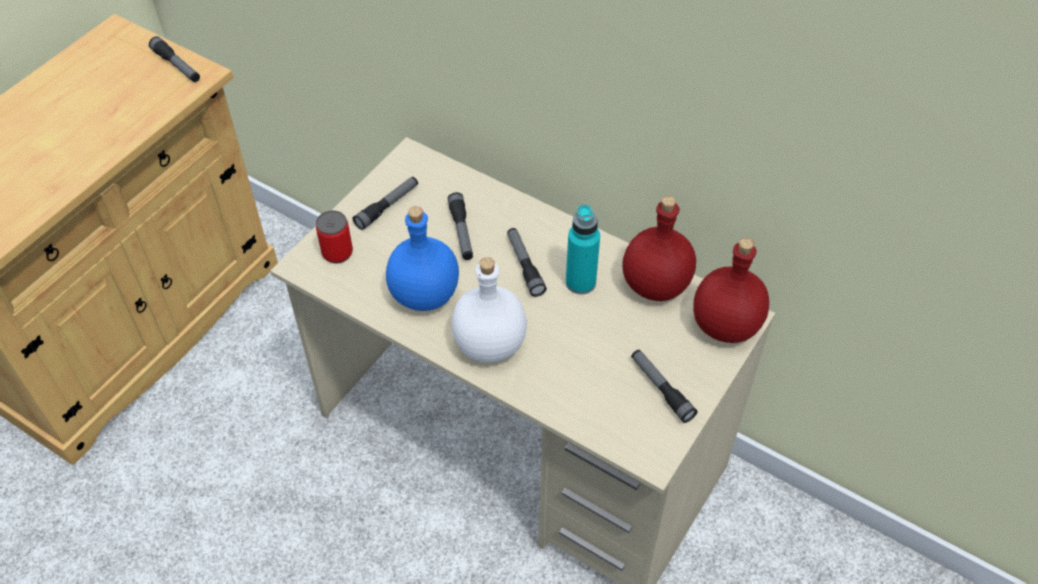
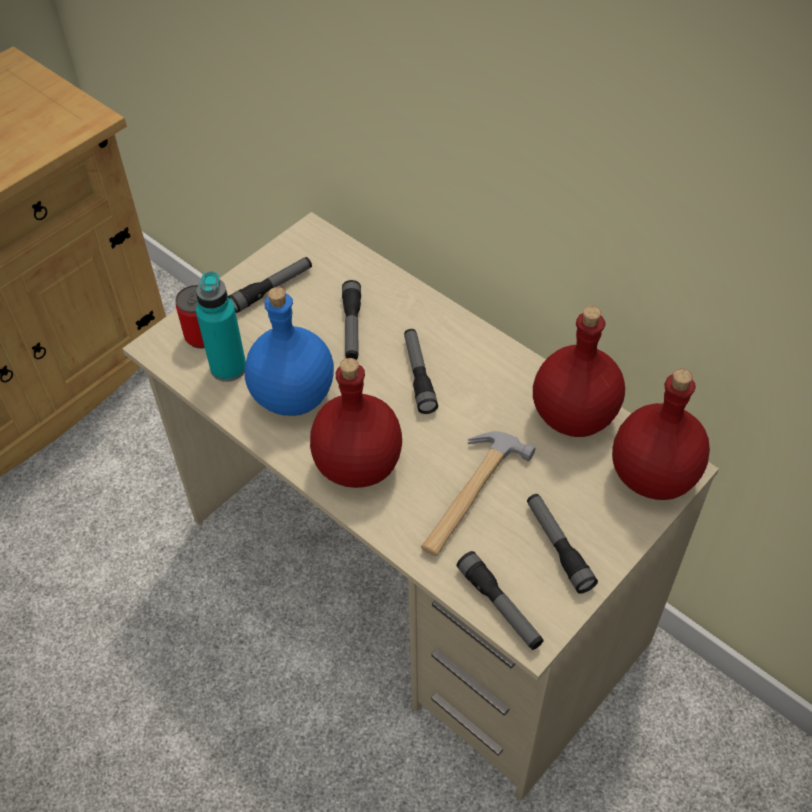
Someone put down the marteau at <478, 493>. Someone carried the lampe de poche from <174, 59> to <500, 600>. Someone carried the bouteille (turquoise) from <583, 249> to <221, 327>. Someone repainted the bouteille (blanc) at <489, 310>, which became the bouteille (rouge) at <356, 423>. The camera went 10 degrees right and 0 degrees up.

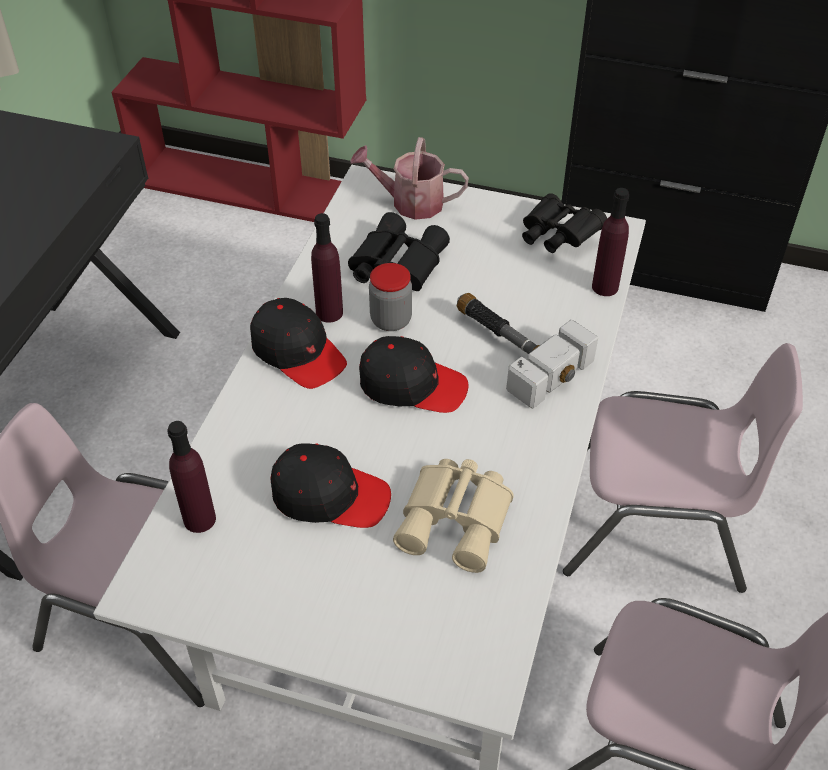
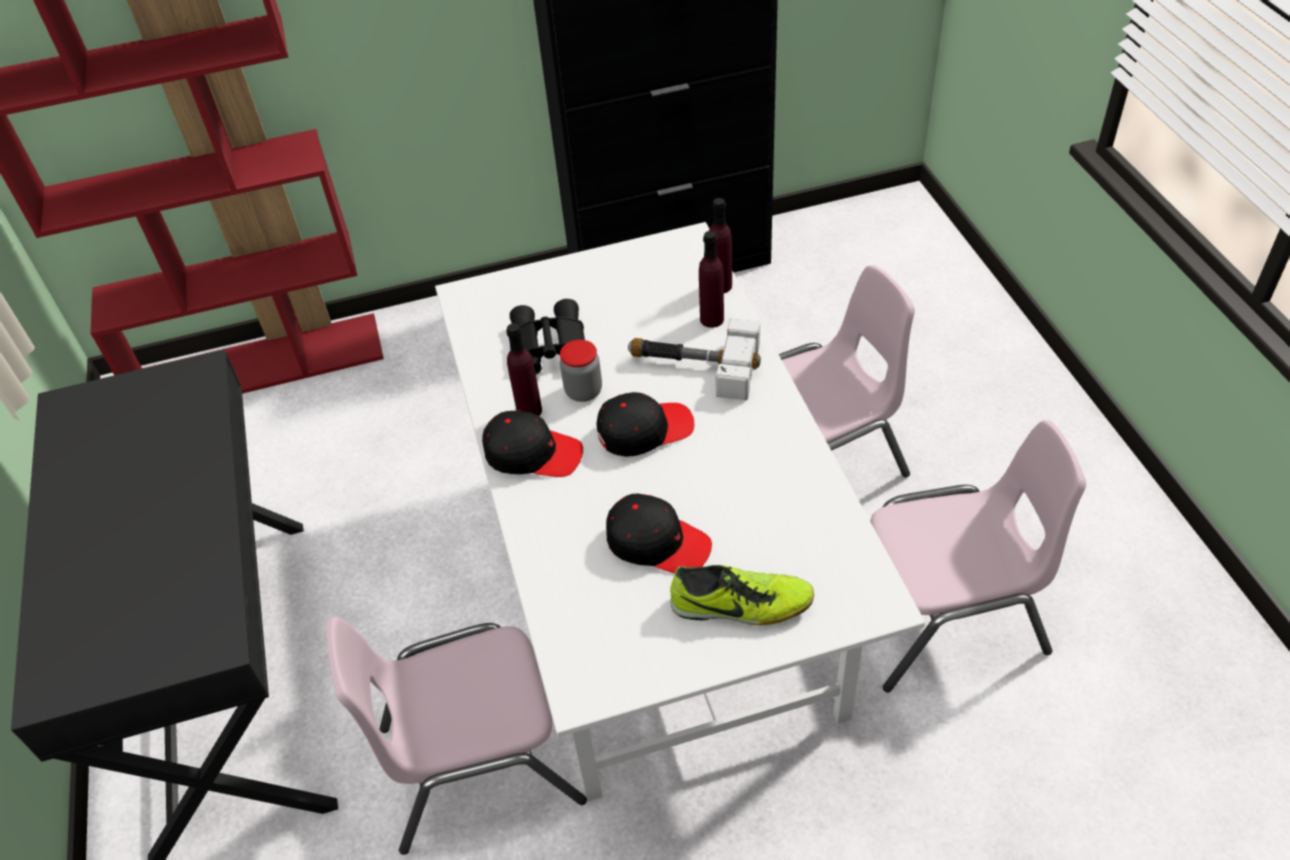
Someone took away the arrosoir at <409, 178>. Someone took away the jumelles (beige) at <453, 516>. Someone took away the jumelles (noir) at <564, 223>. Someone put down the chaussure at <742, 595>. Someone carried the bouteille (violet) from <192, 477> to <711, 279>. Someone rotated the casquette (noir) at <331, 485> by 45 degrees clockwise. The camera went 30 degrees left and 0 degrees up.

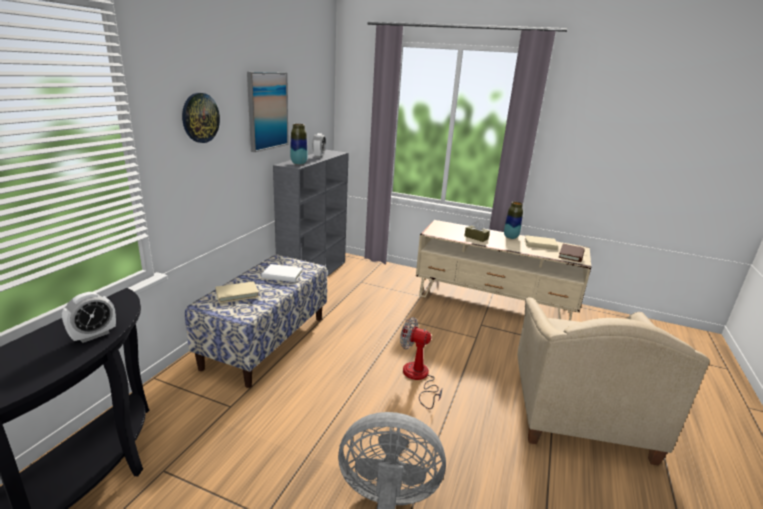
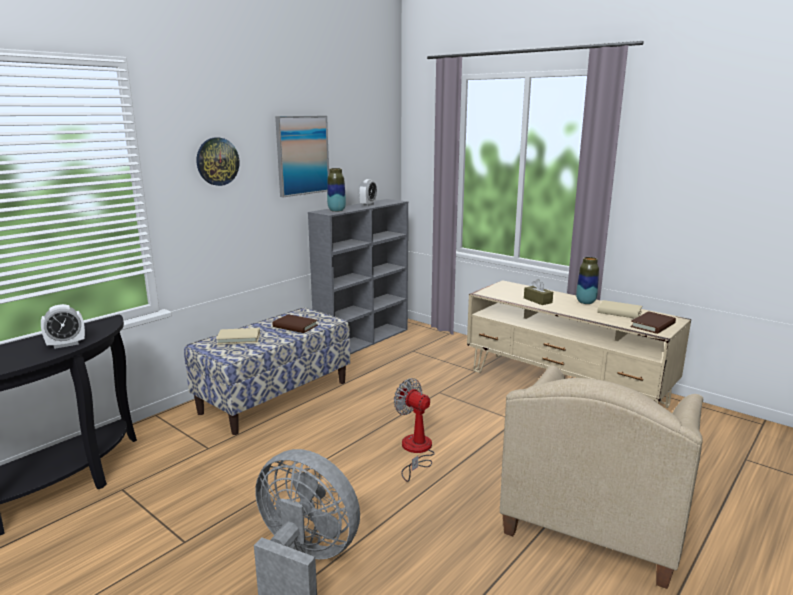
Someone repainted the livre (blanc) at <282, 273>, which became the livre (marron) at <295, 323>. The camera went 20 degrees right and 5 degrees down.

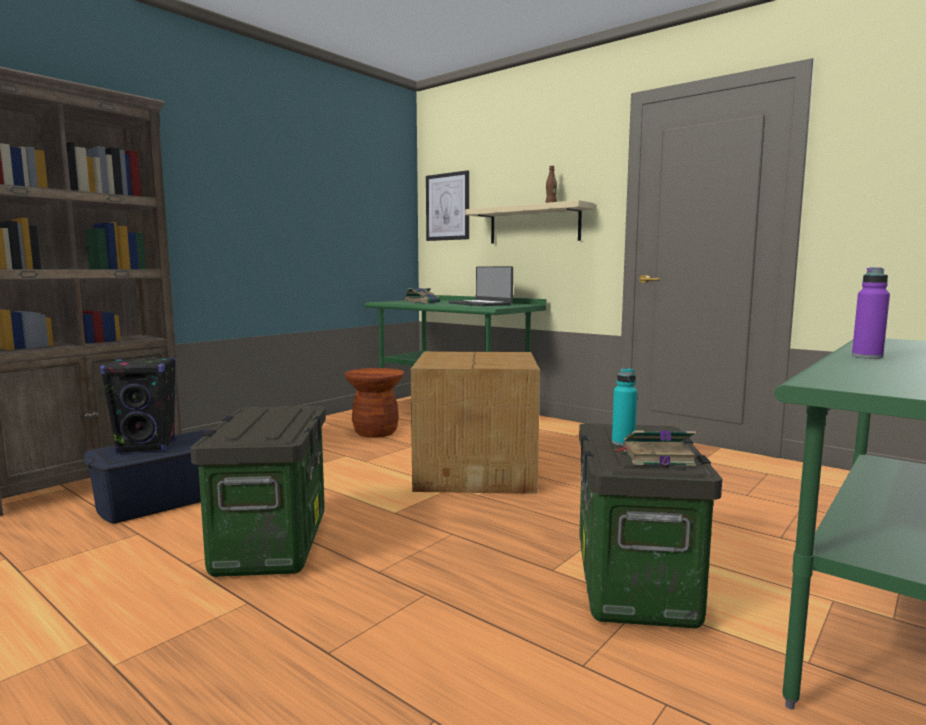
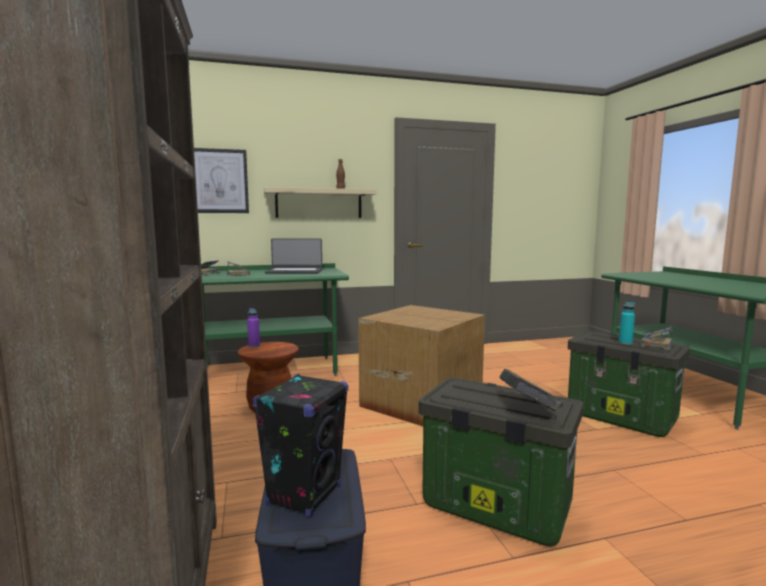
Someone put down the livre at <530, 390>. Someone carried the bouteille (violet) from <871, 313> to <253, 327>. The camera went 55 degrees left and 0 degrees up.

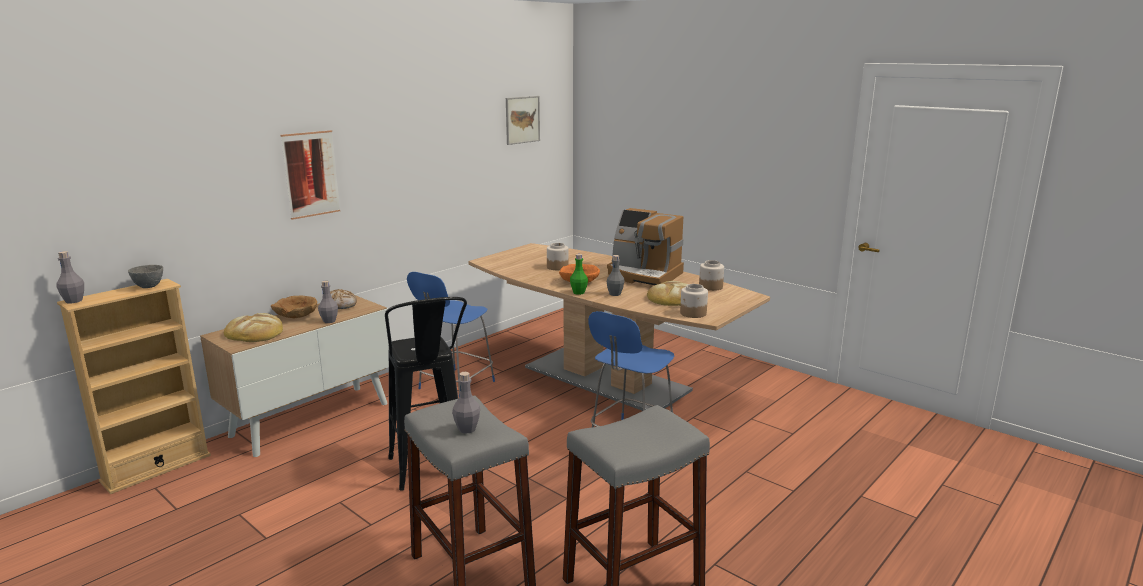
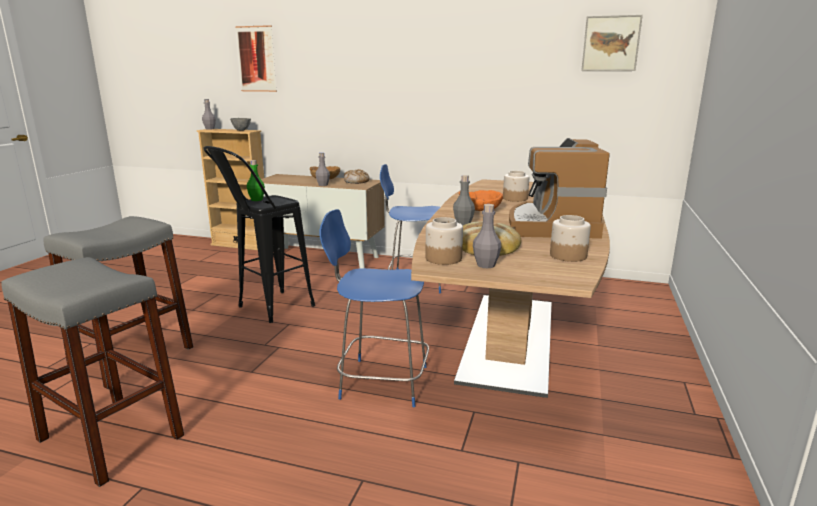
Someone took away the pain at <253, 327>. Someone carried the tableau from <310, 175> to <256, 58>. Someone carried the bouteille (gris) from <466, 403> to <487, 236>. Someone carried the bouteille (vert) from <579, 274> to <256, 180>. The camera went 65 degrees right and 0 degrees up.

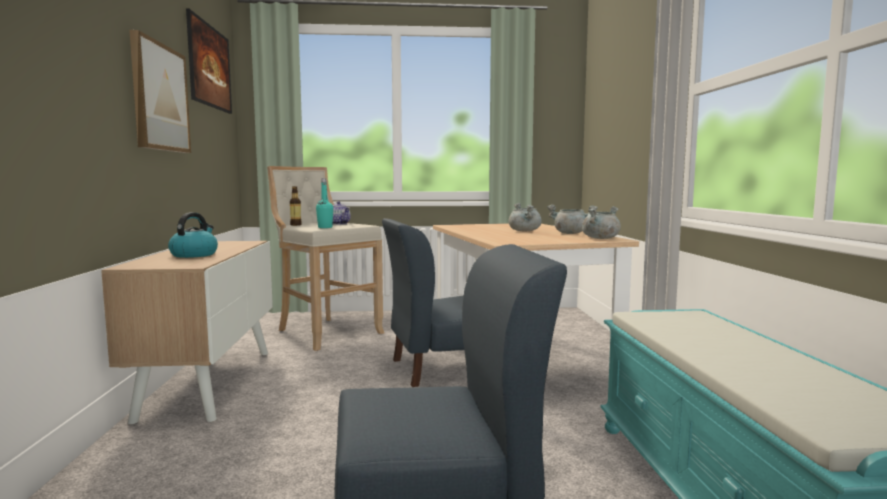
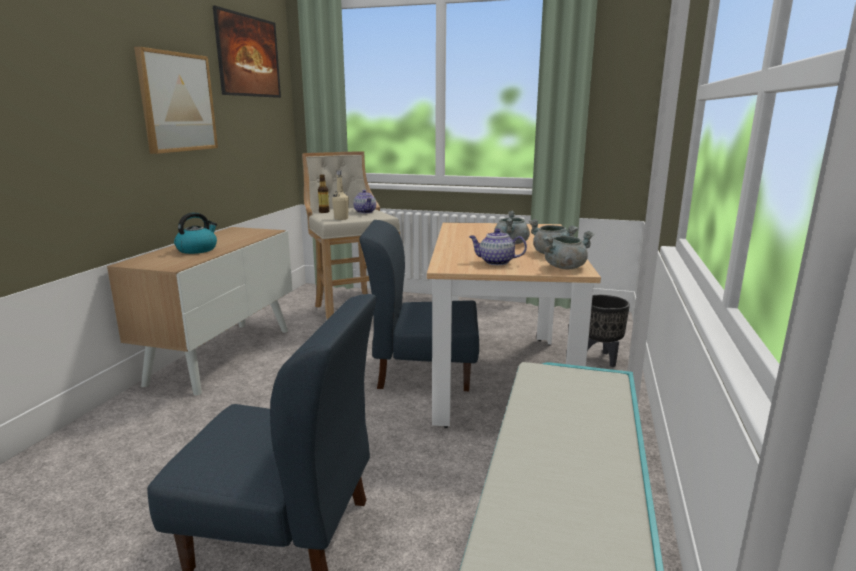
Someone put down the théière at <498, 247>. Someone put down the cache-pot (noir) at <608, 331>. Someone repainted the bouteille (turquoise) at <324, 203>, which became the bouteille (beige) at <340, 195>. The camera went 20 degrees right and 10 degrees up.

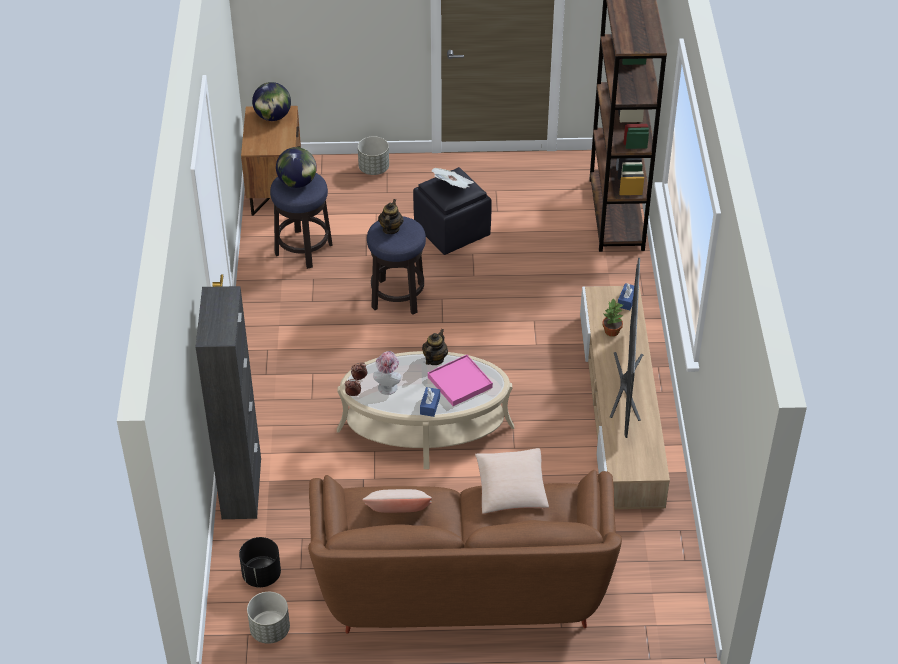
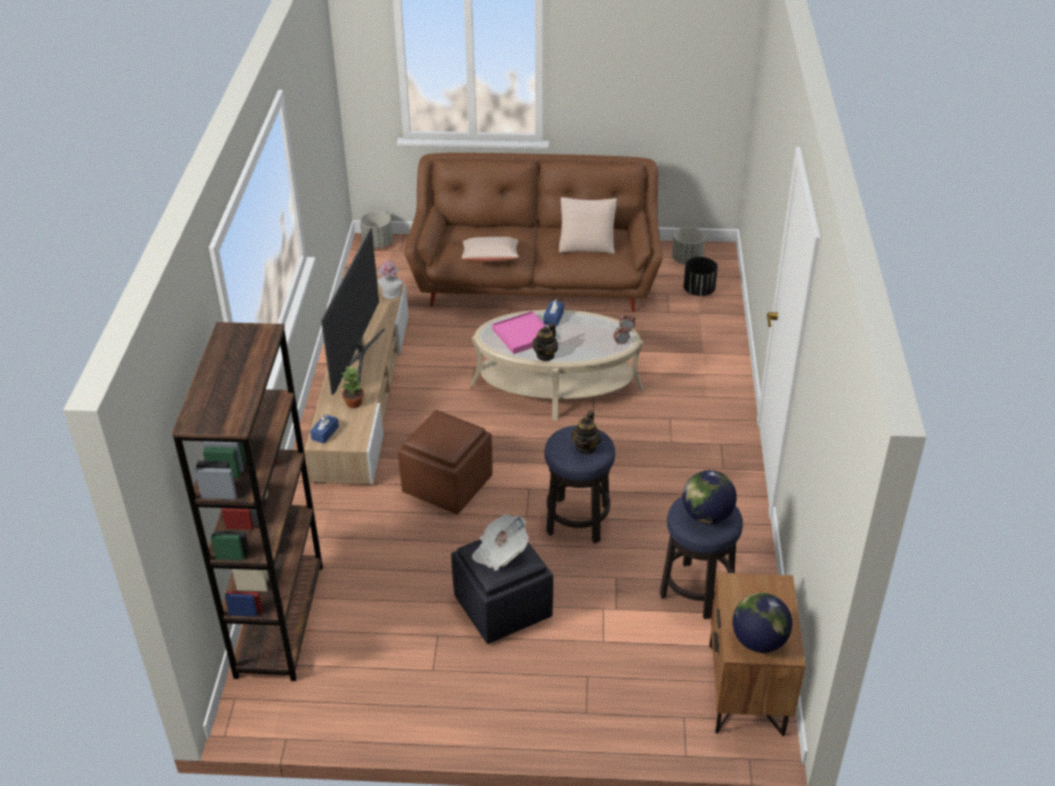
Someone took away the meuble de rangement (noir) at <228, 402>. Someone put down the pouf (marron) at <445, 462>. Someone carried the cache-pot (gris) from <373, 155> to <376, 229>. Someone carried the chapeau from <387, 373> to <390, 279>. The camera went 175 degrees left and 5 degrees down.

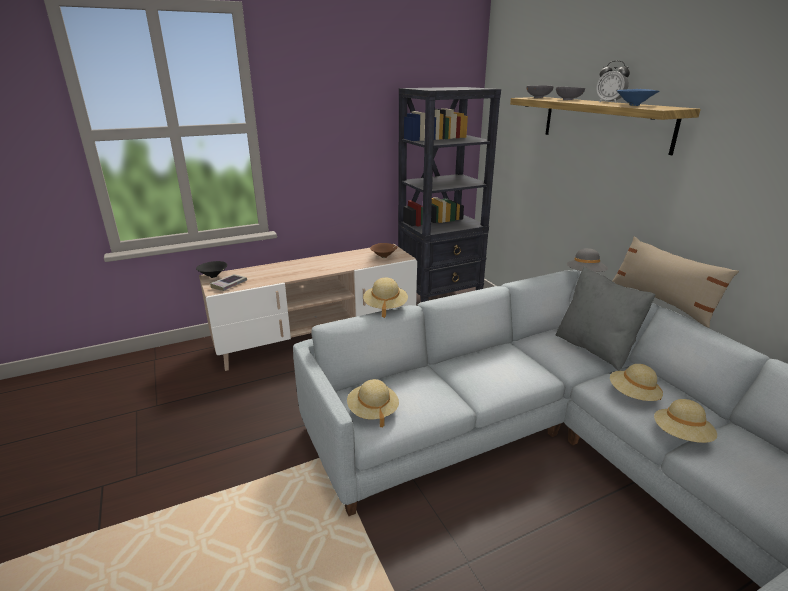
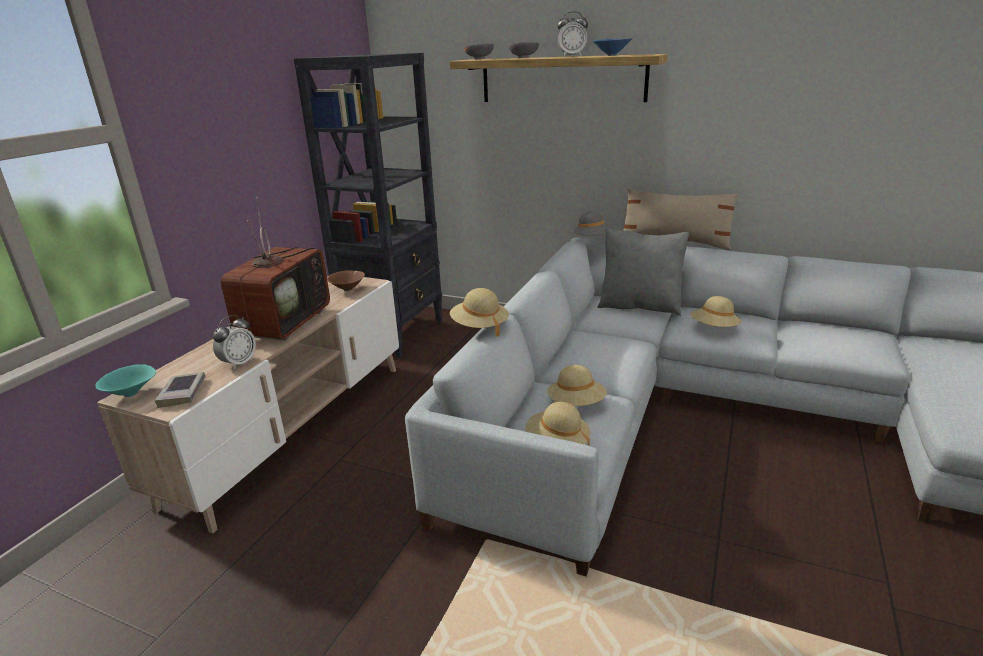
Someone put down the réveil at <234, 342>. Someone put down the téléviseur at <275, 268>. Someone carried the chapeau (beige) from <685, 421> to <577, 385>. Someone repainted the bol (noir) at <211, 269>, which became the bol (turquoise) at <126, 380>. The camera went 40 degrees left and 0 degrees up.

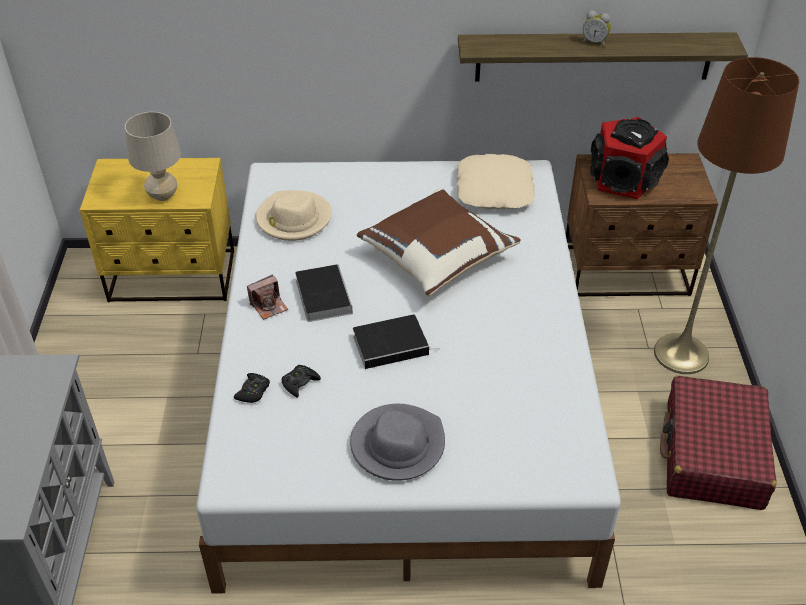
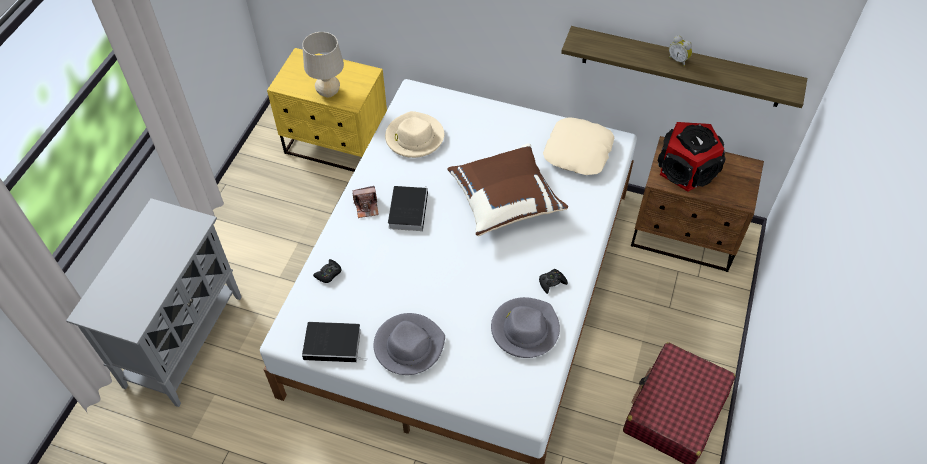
Someone took away the lampadaire (marron) at <726, 215>. Someone put down the chapeau (gris) at <525, 327>. Someone carried the manette (noir) from <301, 381> to <553, 281>. Someone carried the livre from <396, 341> to <334, 342>. The camera went 20 degrees right and 10 degrees up.

